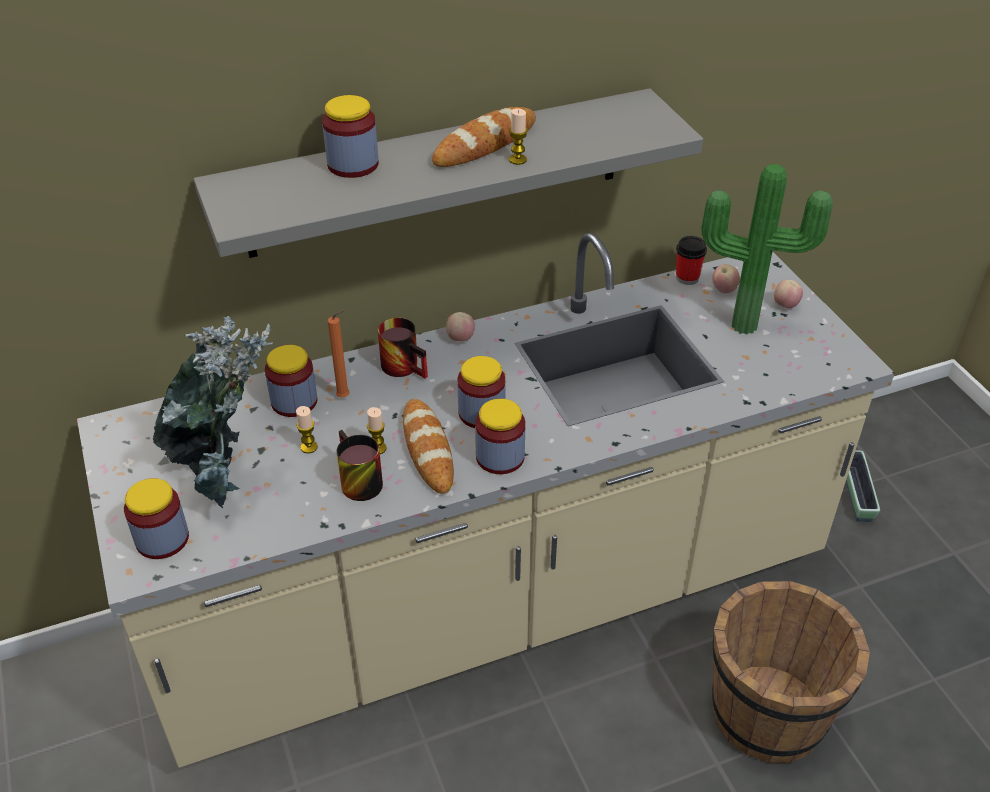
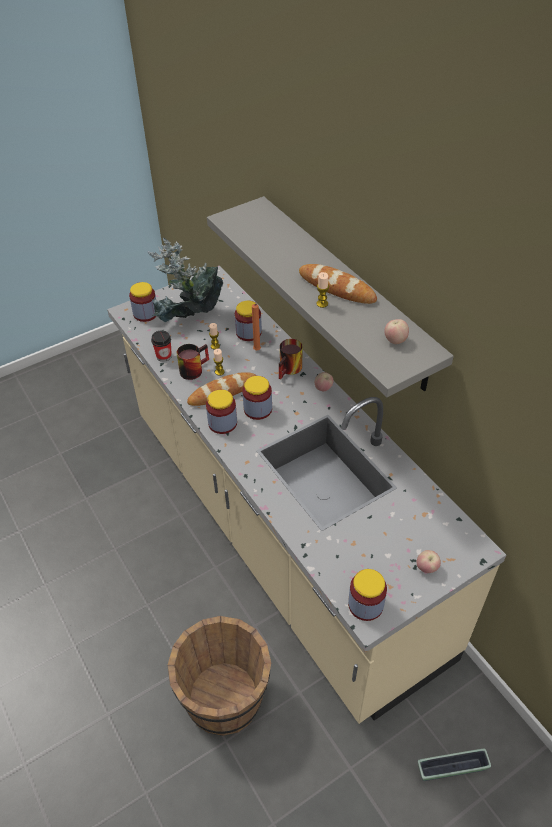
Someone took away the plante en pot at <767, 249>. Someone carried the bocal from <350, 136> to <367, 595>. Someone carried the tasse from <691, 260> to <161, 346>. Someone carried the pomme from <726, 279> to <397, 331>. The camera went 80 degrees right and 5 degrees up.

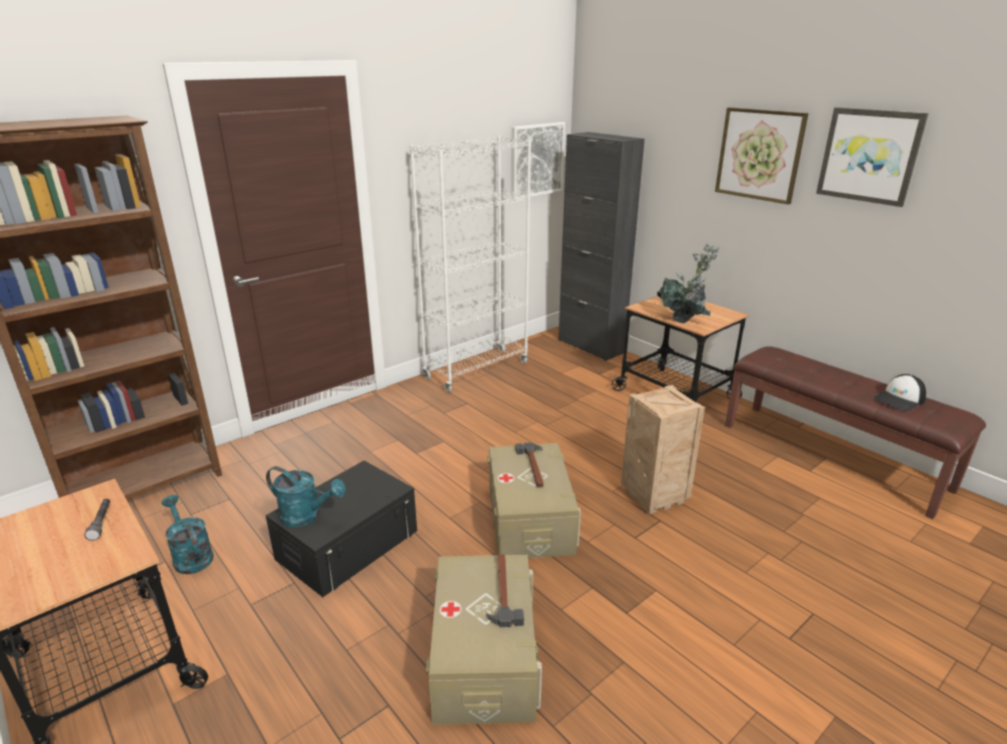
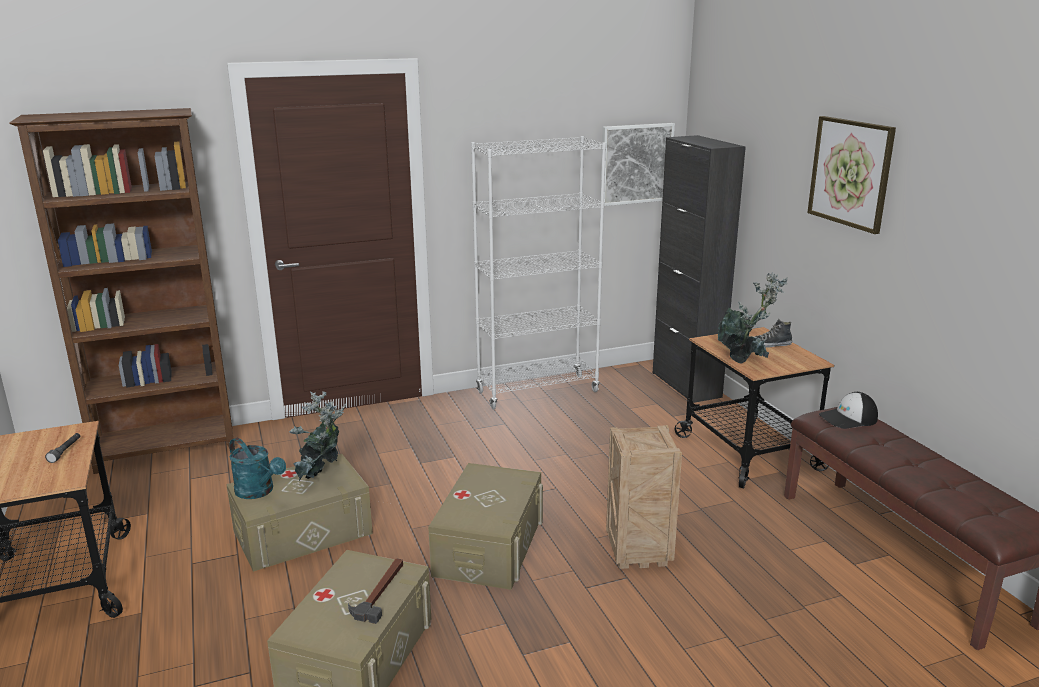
Someone took away the arrosoir (turquoise) at <187, 534>. Someone took away the marteau at <529, 464>. Someone took away the tableau at <872, 157>. Someone put down the plante en pot at <317, 436>. Someone carried the casquette from <900, 392> to <848, 410>. Someone repainted the boîte de rangement (noir) at <341, 529>, which became the boîte de rangement (beige) at <299, 513>. The camera went 20 degrees right and 5 degrees down.

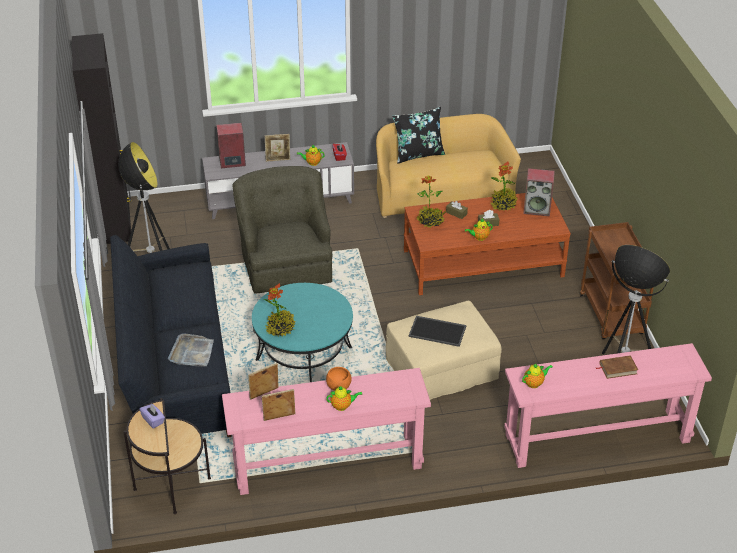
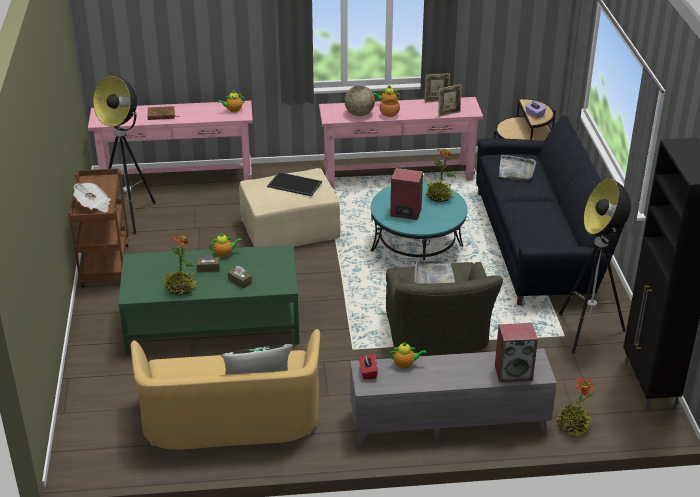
Someone took away the cadre photo at <277, 148>. Someone put down the journal at <92, 197>. Someone put down the globe at <359, 100>. Someone put down the plateau (gris) at <434, 272>. Someone carried the plante en pot from <431, 201> to <576, 407>. Someone carried the enceinte from <539, 192> to <406, 194>. Someone repainted the table basse (marron) at <487, 244>, which became the table basse (vert) at <208, 300>. The camera went 175 degrees left and 5 degrees down.

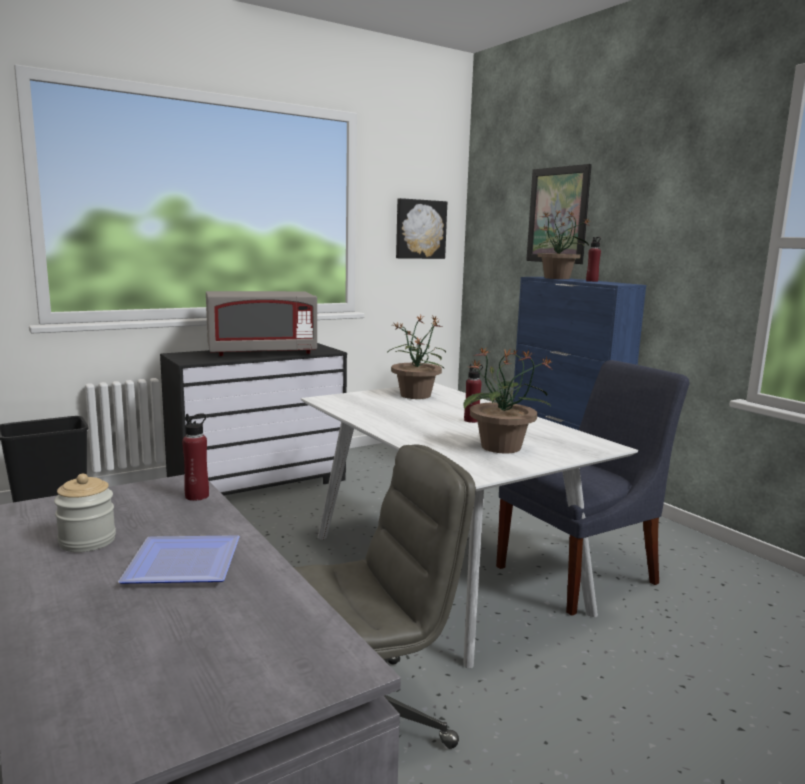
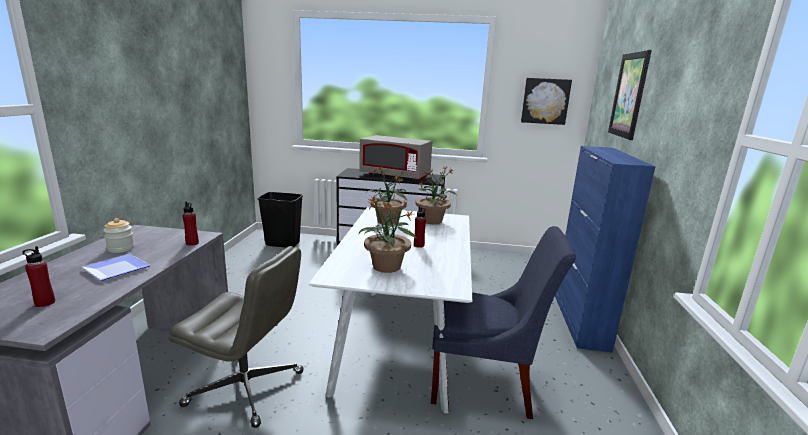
Someone carried the plante en pot from <561, 244> to <386, 195>. Someone carried the bouteille (rouge) from <593, 259> to <38, 276>. The camera went 40 degrees right and 5 degrees up.

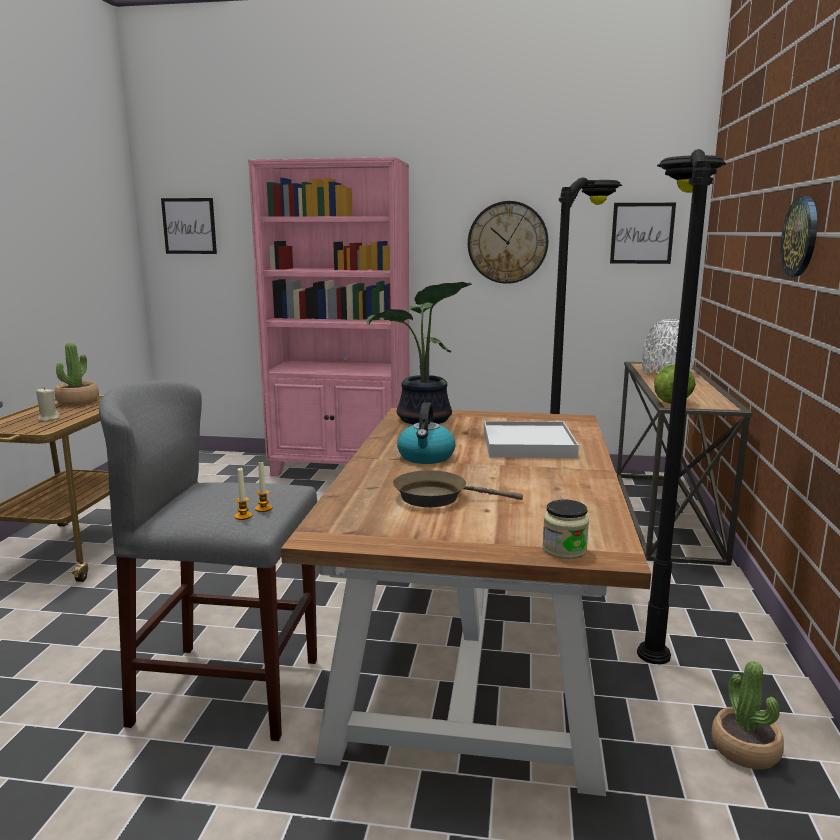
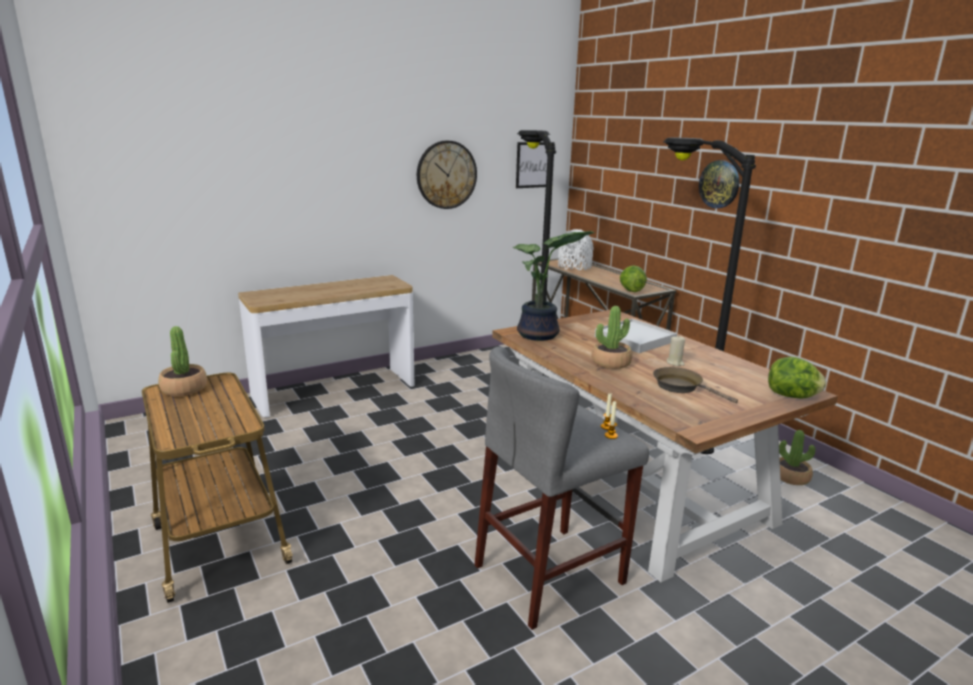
Someone took away the tableau at <189, 226>. Someone carried the bougie (beige) from <48, 404> to <676, 351>. Someone swapped the bibliothèque (rose) at <328, 316> for the table console at <326, 346>. Someone swapped the bouilloire at <426, 433> for the plante en pot at <612, 337>. Someone swapped the bocal at <565, 529> for the laitue at <797, 378>. Someone rotated the poêle (marron) at <458, 488> by 75 degrees clockwise. The camera went 40 degrees left and 5 degrees up.

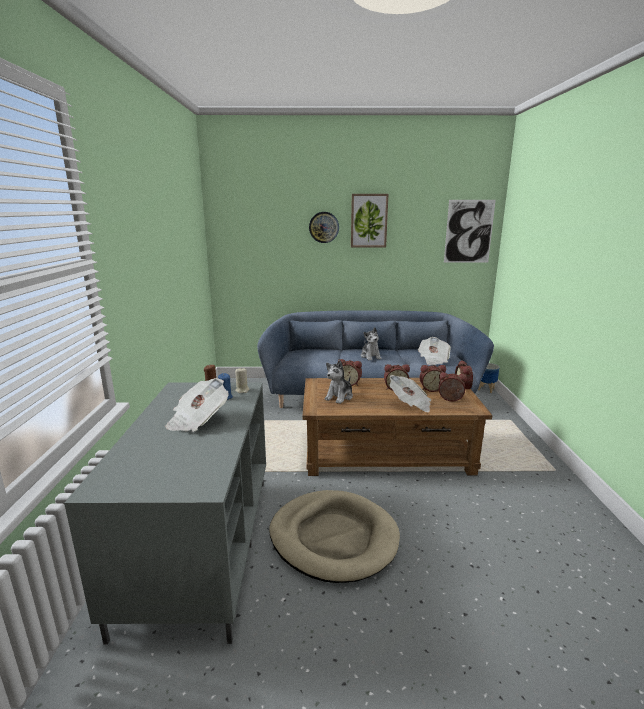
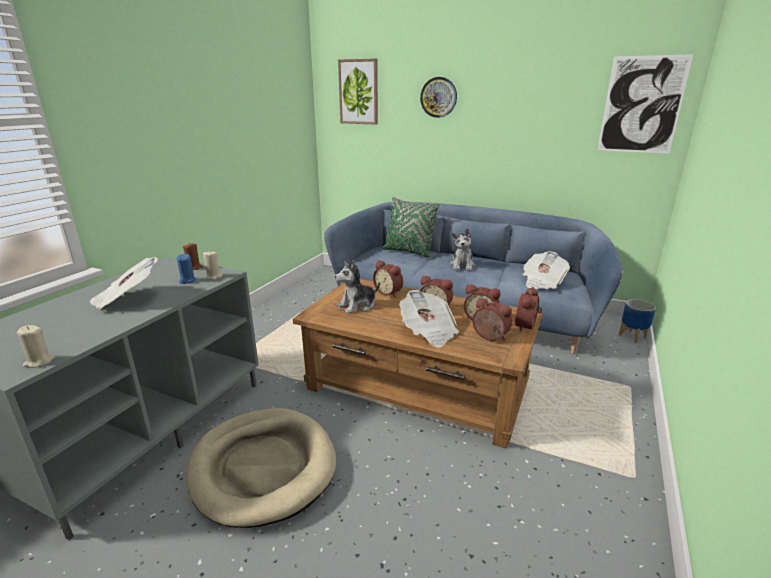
Someone put down the bougie (beige) at <36, 346>. Someone put down the coussin (vert) at <411, 227>. Someone carried the tableau from <370, 220> to <358, 91>. The camera went 25 degrees right and 5 degrees up.

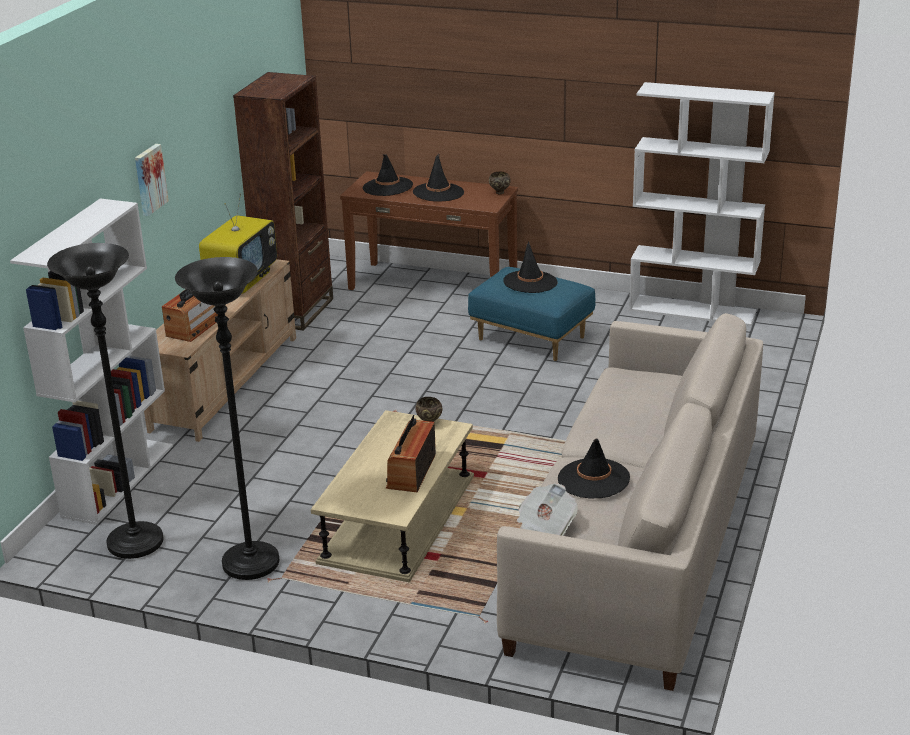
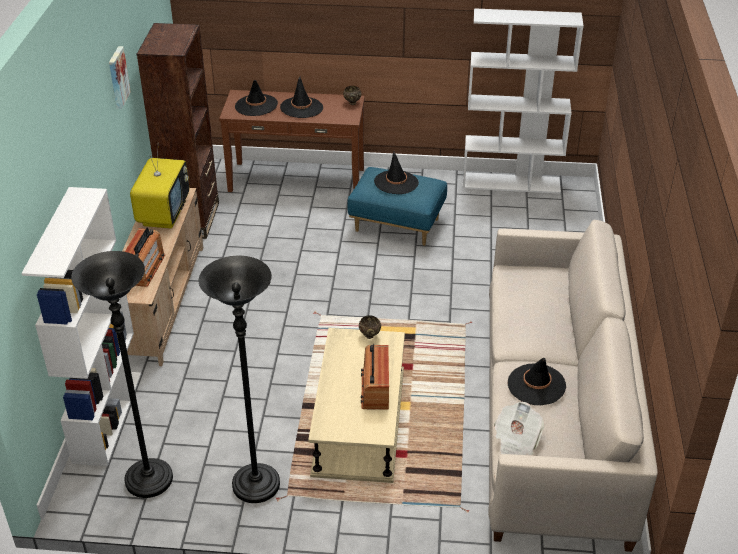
Someone carried the tableau from <152, 180> to <120, 77>. The camera went 15 degrees left and 10 degrees up.

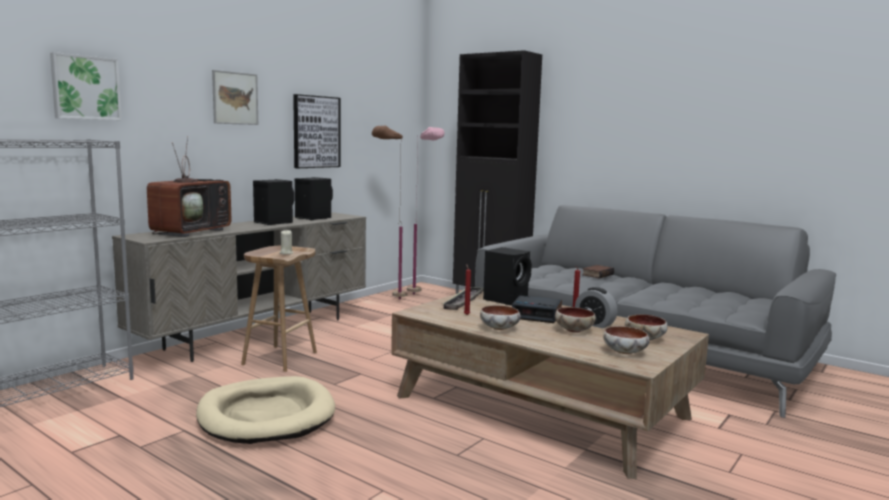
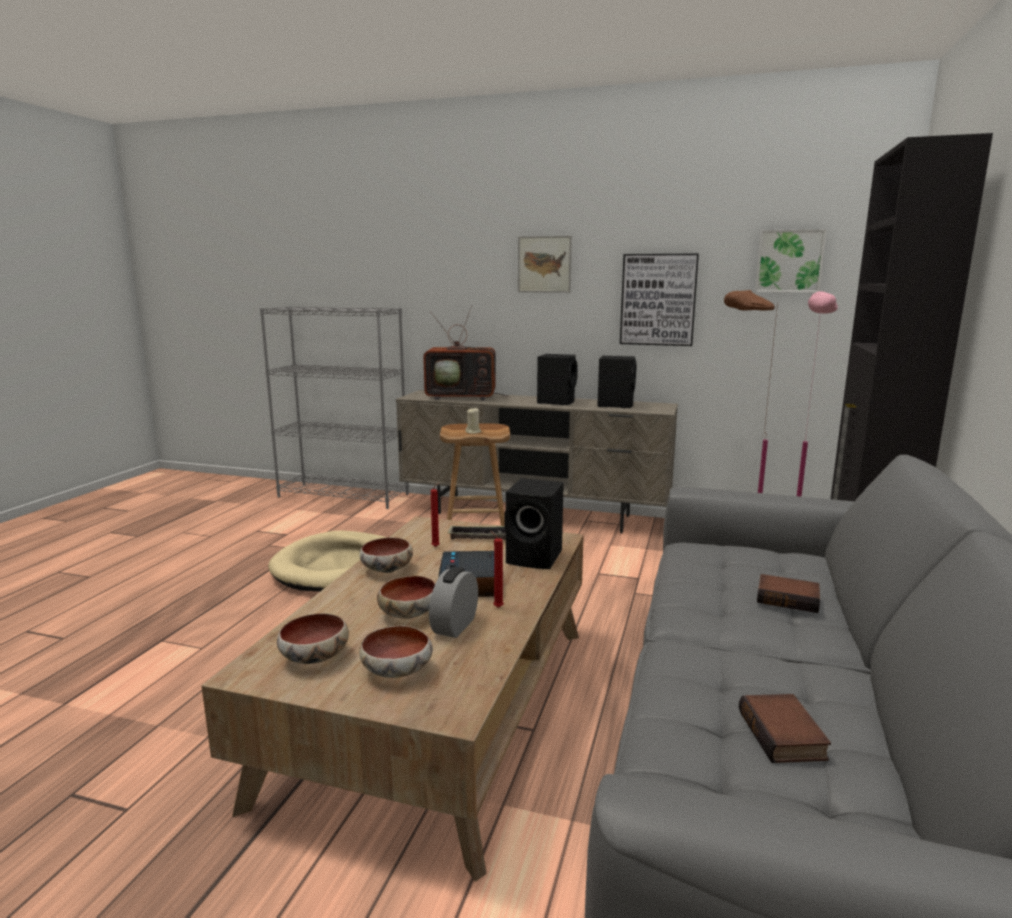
Someone put down the livre at <785, 728>. Someone carried the tableau from <86, 86> to <791, 261>. The camera went 70 degrees right and 5 degrees up.

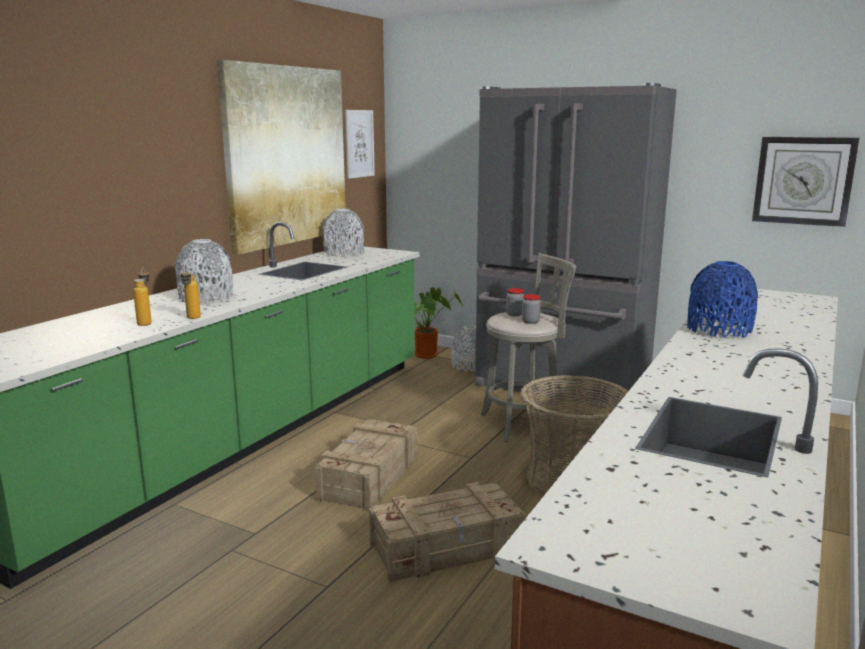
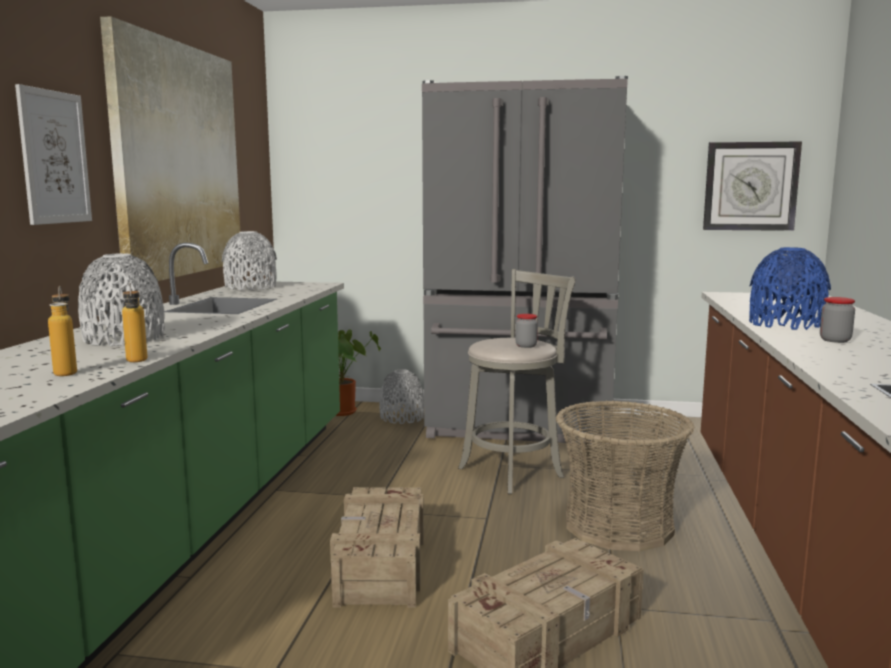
Someone carried the tableau from <360, 144> to <53, 154>. Someone carried the bocal from <515, 302> to <837, 320>. The camera went 20 degrees left and 5 degrees down.

